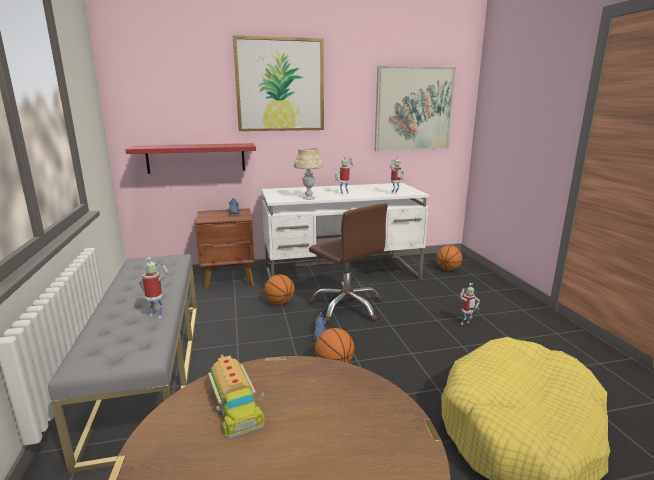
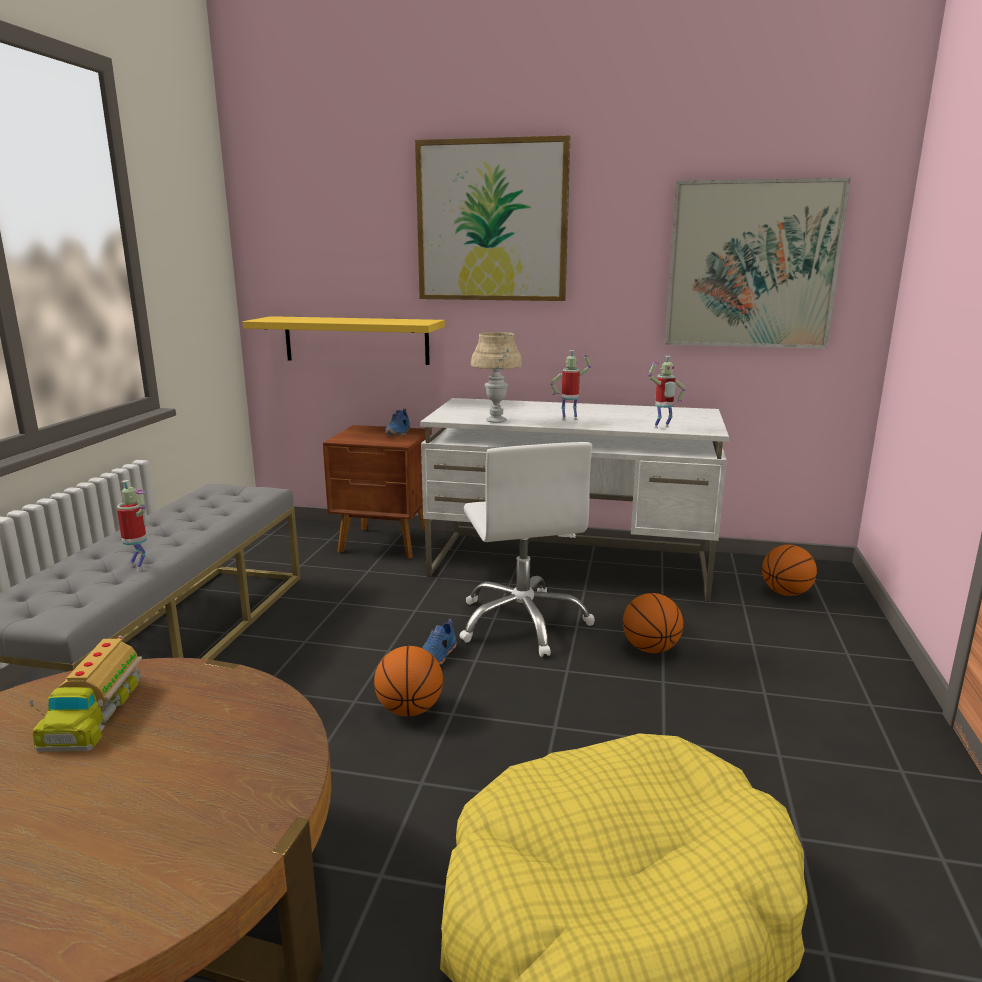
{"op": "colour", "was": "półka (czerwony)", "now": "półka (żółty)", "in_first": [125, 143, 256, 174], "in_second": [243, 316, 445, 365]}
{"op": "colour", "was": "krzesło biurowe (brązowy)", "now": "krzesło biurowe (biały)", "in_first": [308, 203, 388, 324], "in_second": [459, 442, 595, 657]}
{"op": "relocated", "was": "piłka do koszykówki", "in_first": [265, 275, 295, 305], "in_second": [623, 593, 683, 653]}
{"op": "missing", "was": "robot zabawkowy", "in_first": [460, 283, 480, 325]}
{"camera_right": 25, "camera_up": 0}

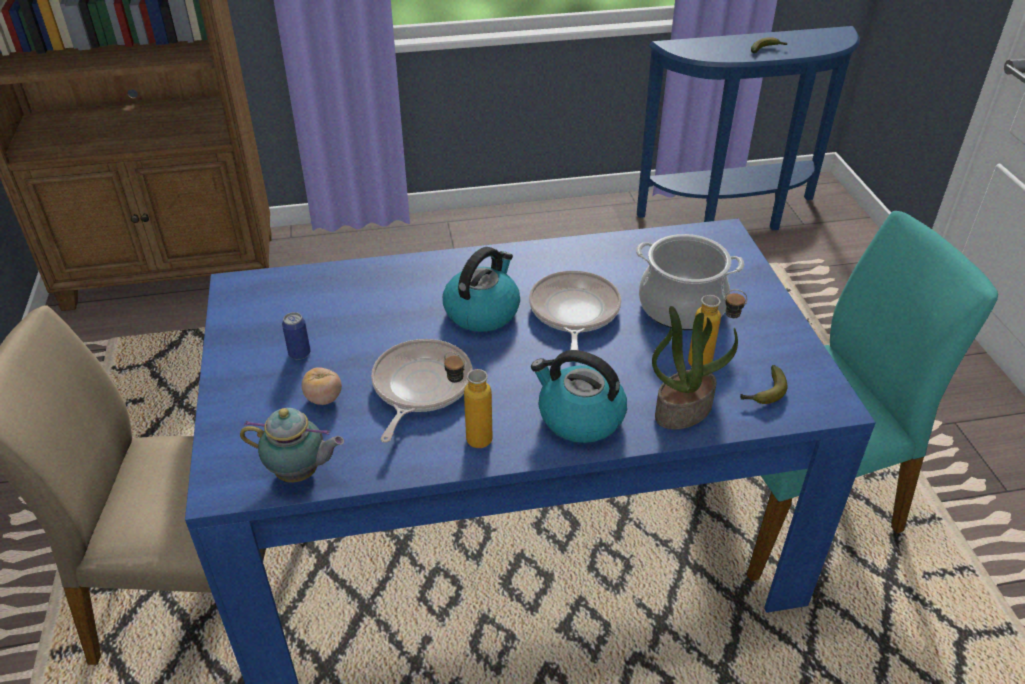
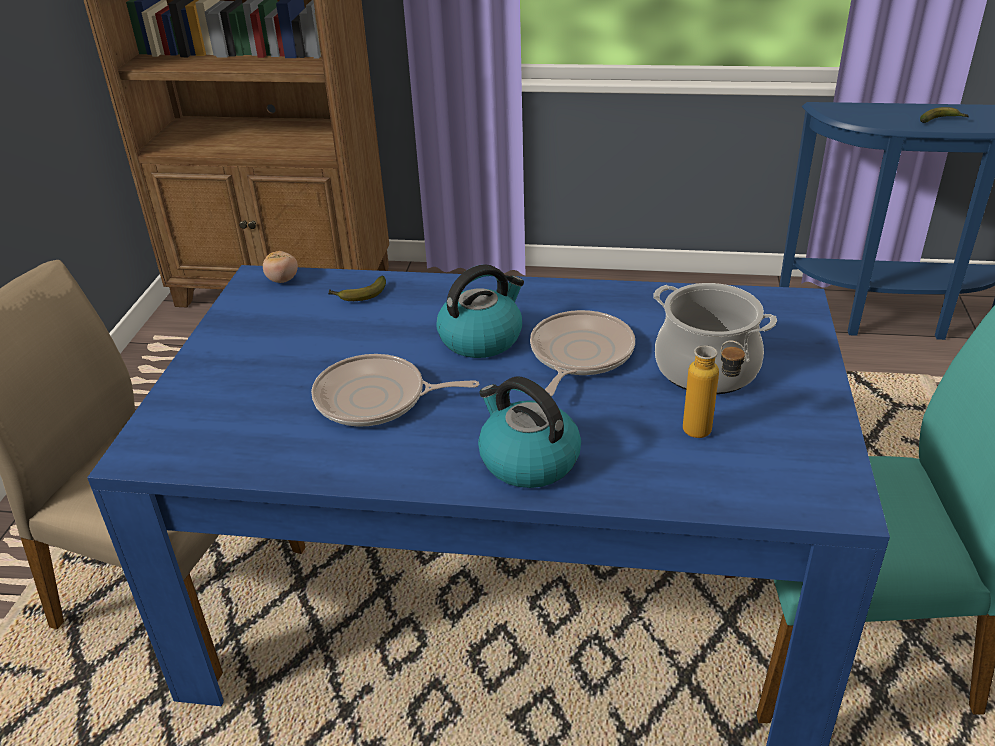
{"op": "missing", "was": "roślina doniczkowa", "in_first": [652, 306, 738, 430]}
{"op": "missing", "was": "puszka", "in_first": [282, 312, 310, 360]}
{"op": "spun", "was": "patelnia", "in_first": [371, 339, 473, 443], "in_second": [311, 354, 479, 427], "clockwise": -120}
{"op": "missing", "was": "butelka", "in_first": [444, 352, 493, 448]}
{"op": "relocated", "was": "banan", "in_first": [740, 365, 787, 404], "in_second": [328, 276, 386, 301]}
{"op": "relocated", "was": "pomidor", "in_first": [302, 367, 342, 405], "in_second": [263, 251, 298, 283]}
{"op": "missing", "was": "imbryk", "in_first": [240, 408, 344, 483]}
{"camera_right": 20, "camera_up": -5}

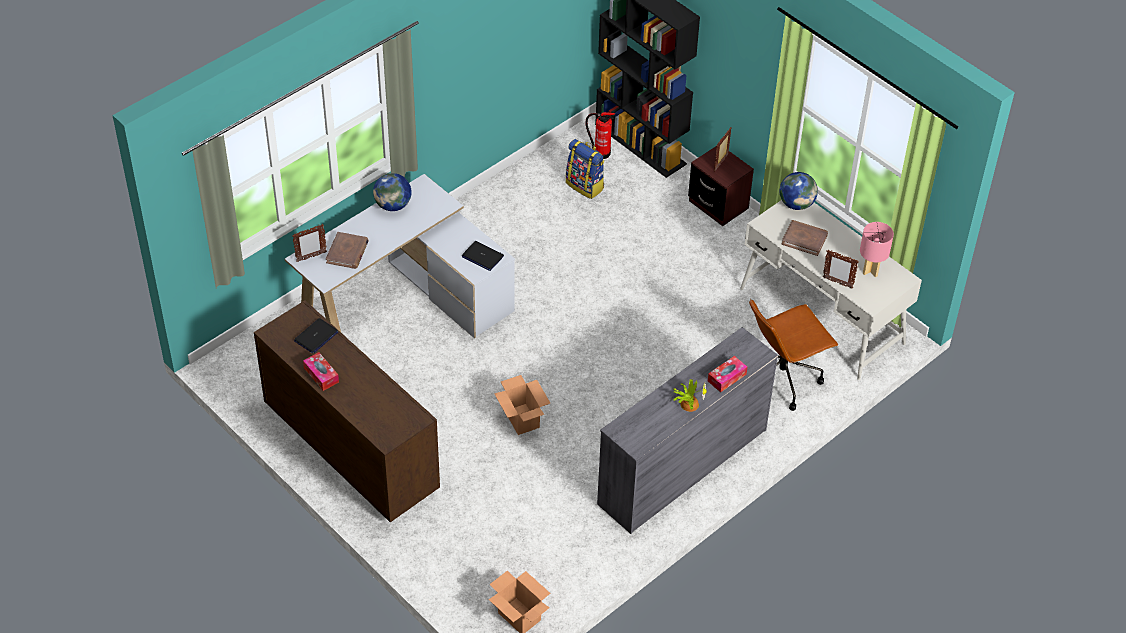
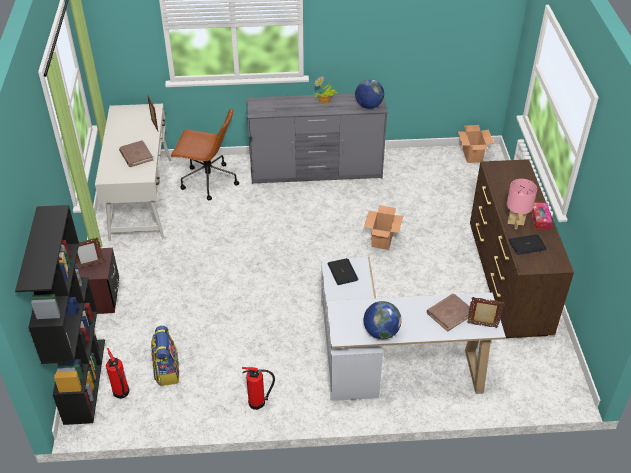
{"op": "relocated", "was": "globus", "in_first": [780, 172, 818, 210], "in_second": [355, 79, 384, 109]}
{"op": "relocated", "was": "lampa stołowa (różowy)", "in_first": [860, 222, 894, 277], "in_second": [507, 179, 537, 229]}
{"op": "missing", "was": "pudełko chusteczek", "in_first": [708, 356, 747, 392]}
{"op": "appeared", "now": "gaśnica", "in_second": [242, 367, 275, 410]}
{"camera_right": -140, "camera_up": -5}

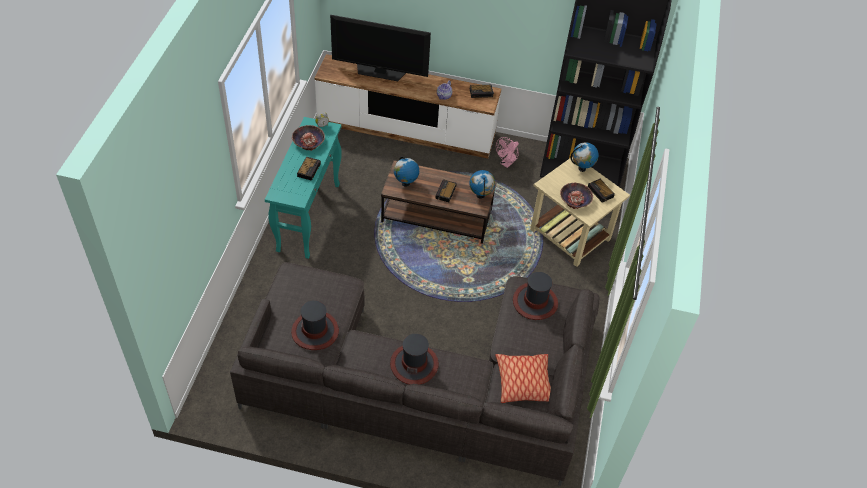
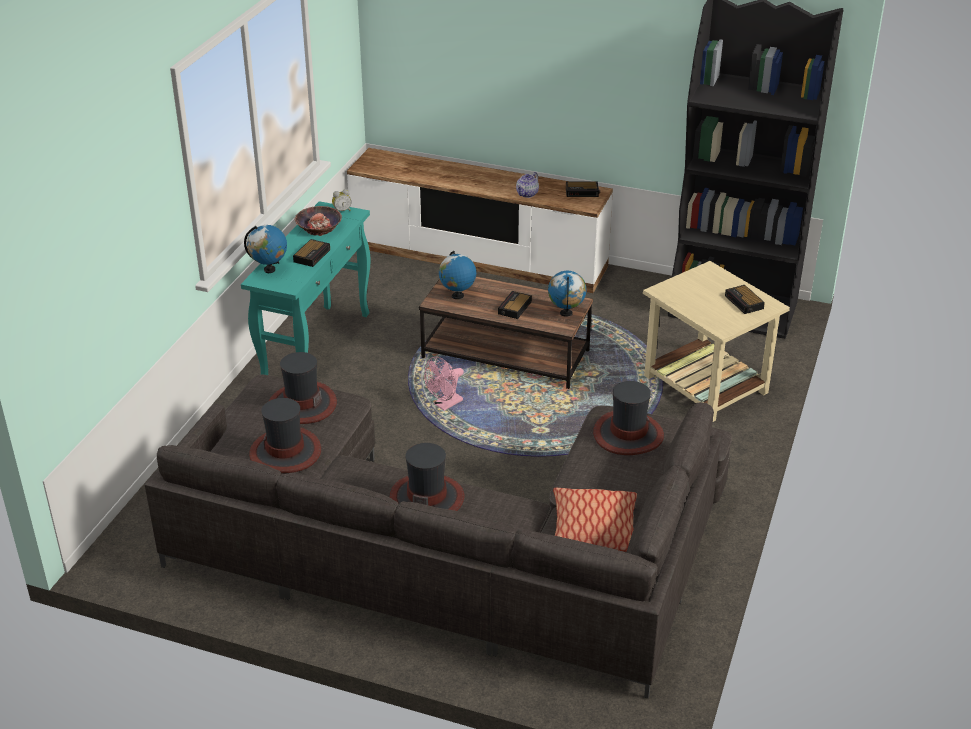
{"op": "missing", "was": "telewizor", "in_first": [330, 15, 431, 81]}
{"op": "relocated", "was": "wentylator (różowy)", "in_first": [496, 137, 519, 168], "in_second": [424, 357, 464, 411]}
{"op": "relocated", "was": "globus", "in_first": [571, 142, 599, 172], "in_second": [244, 225, 287, 273]}
{"op": "missing", "was": "miska", "in_first": [560, 183, 593, 209]}
{"op": "appeared", "now": "kapelusz", "in_second": [269, 352, 337, 424]}
{"camera_right": 10, "camera_up": -15}

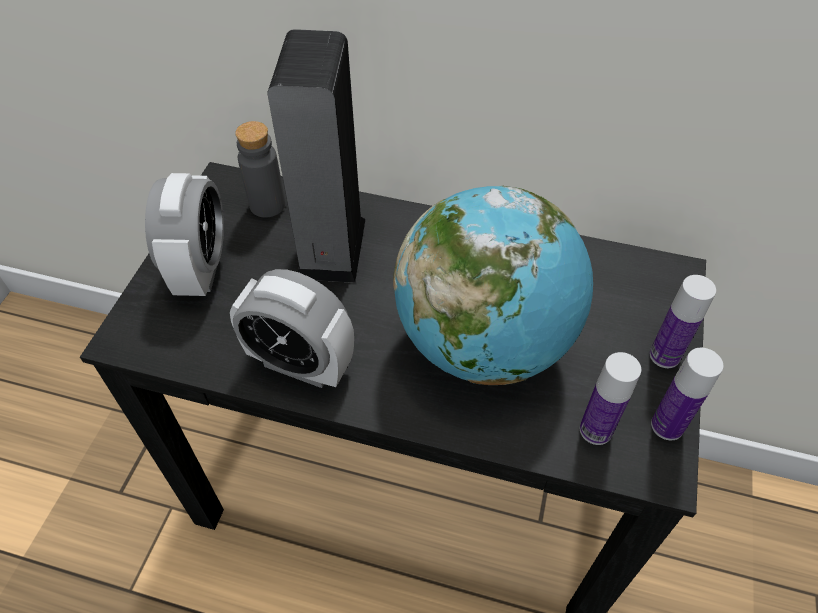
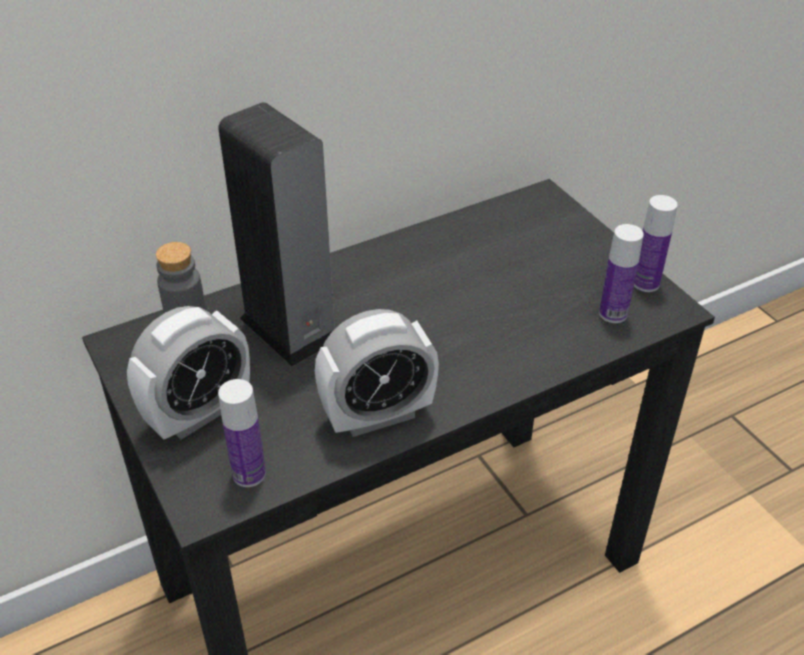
{"op": "spun", "was": "budzik", "in_first": [145, 173, 224, 296], "in_second": [127, 306, 250, 440], "clockwise": 90}
{"op": "missing", "was": "globus", "in_first": [393, 186, 593, 385]}
{"op": "relocated", "was": "butelka", "in_first": [650, 275, 716, 368], "in_second": [218, 379, 266, 487]}
{"camera_right": -45, "camera_up": -10}

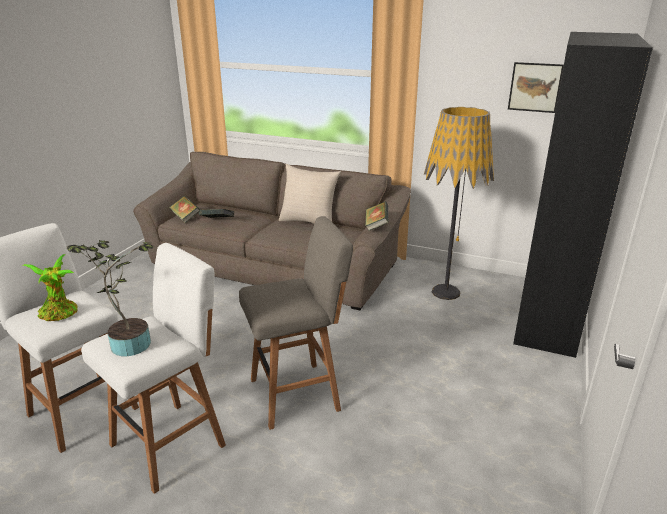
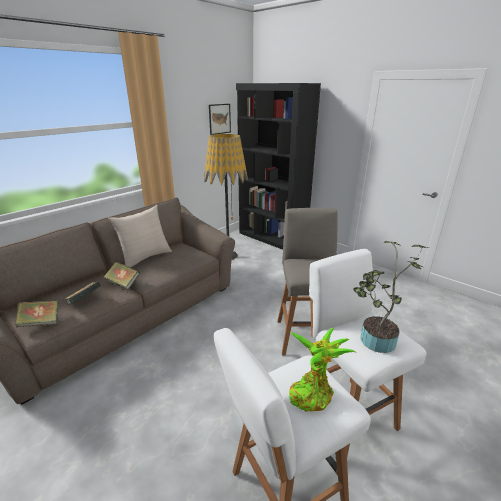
{"op": "relocated", "was": "książka", "in_first": [365, 202, 389, 231], "in_second": [104, 261, 140, 290]}
{"camera_right": -70, "camera_up": 0}

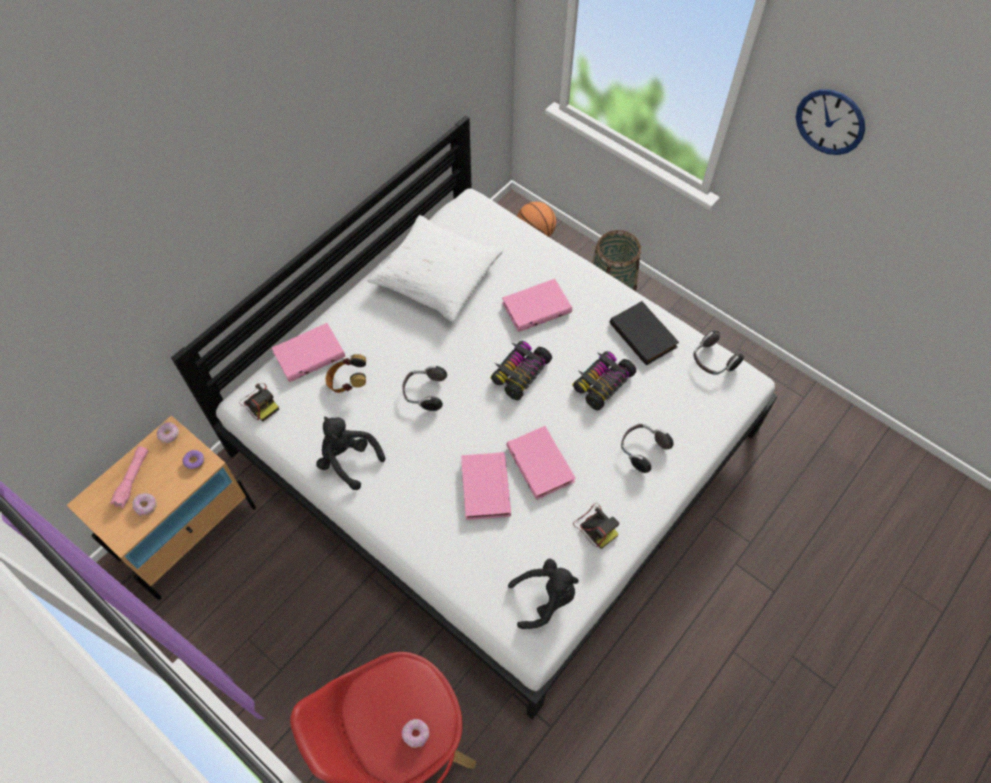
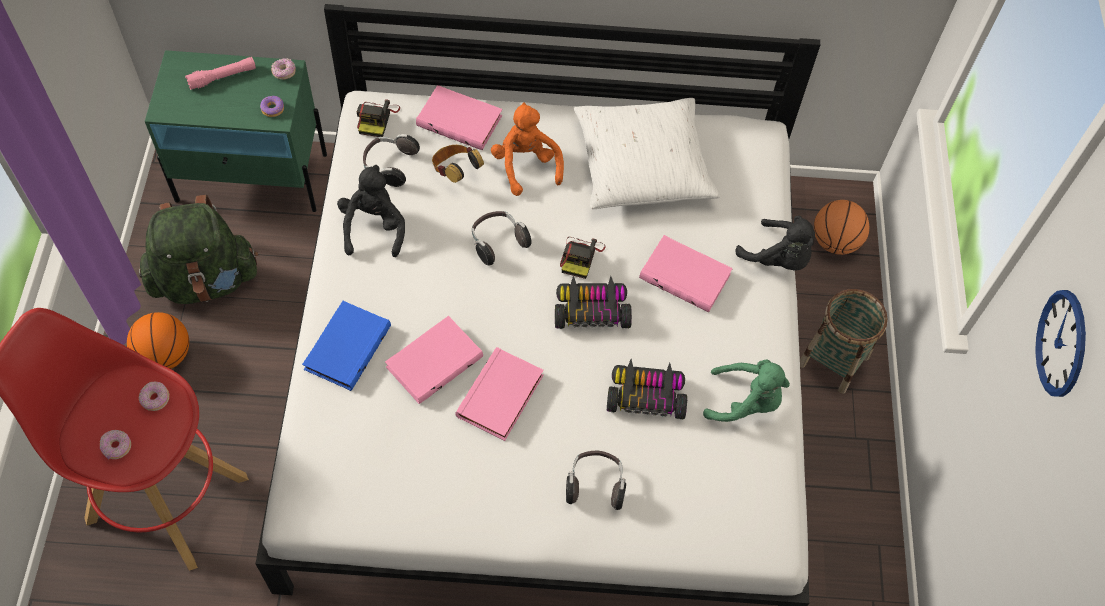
{"op": "exchanged", "was": "książka (czarny)", "now": "pluszak (zielony)", "in_first": [610, 301, 679, 366], "in_second": [703, 360, 790, 422]}
{"op": "relocated", "was": "słuchawki", "in_first": [693, 330, 744, 375], "in_second": [363, 134, 420, 187]}
{"op": "colour", "was": "szafka nocna (beżowy)", "now": "szafka nocna (zielony)", "in_first": [67, 415, 256, 600], "in_second": [145, 50, 327, 212]}
{"op": "relocated", "was": "donut", "in_first": [133, 493, 157, 516], "in_second": [139, 381, 169, 411]}
{"op": "relocated", "was": "aparat fotograficzny", "in_first": [573, 503, 620, 549], "in_second": [560, 237, 606, 279]}
{"op": "relocated", "was": "pluszak (czarny)", "in_first": [508, 559, 578, 629], "in_second": [735, 215, 815, 271]}
{"op": "appeared", "now": "pluszak (pomarańczowy)", "in_second": [491, 102, 564, 196]}
{"op": "appeared", "now": "plecak (zielony)", "in_second": [139, 195, 258, 304]}
{"op": "appeared", "now": "książka (niebieski)", "in_second": [302, 301, 391, 391]}
{"op": "appeared", "now": "piłka do koszykówki", "in_second": [127, 312, 189, 369]}
{"camera_right": 50, "camera_up": 0}

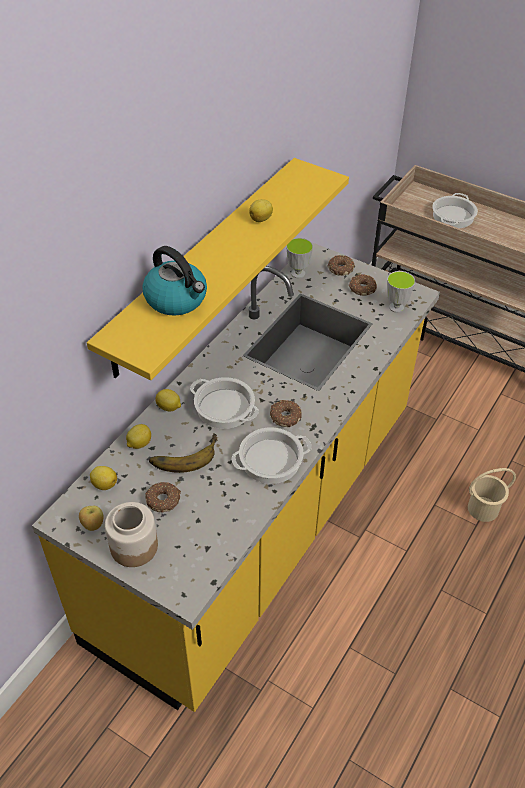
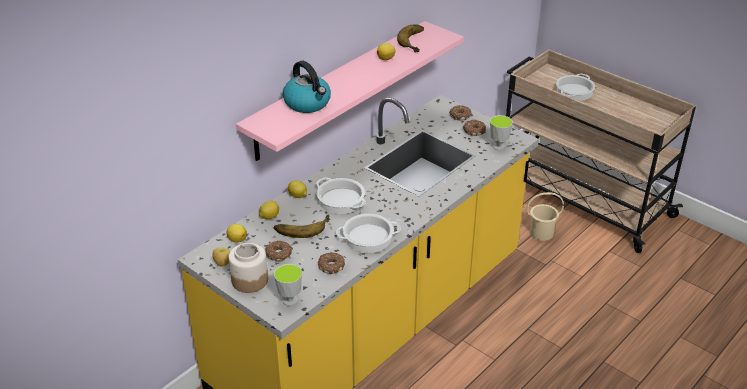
{"op": "colour", "was": "półka (żółty)", "now": "półka (różowy)", "in_first": [87, 158, 349, 380], "in_second": [236, 21, 464, 161]}
{"op": "relocated", "was": "filiżanka", "in_first": [286, 238, 313, 278], "in_second": [274, 264, 302, 306]}
{"op": "relocated", "was": "donut", "in_first": [270, 400, 302, 427], "in_second": [318, 252, 345, 274]}
{"op": "relocated", "was": "wiadro (beżowy)", "in_first": [468, 468, 516, 522], "in_second": [527, 192, 564, 241]}
{"op": "appeared", "now": "banan", "in_second": [397, 24, 424, 53]}
{"camera_right": 10, "camera_up": -10}

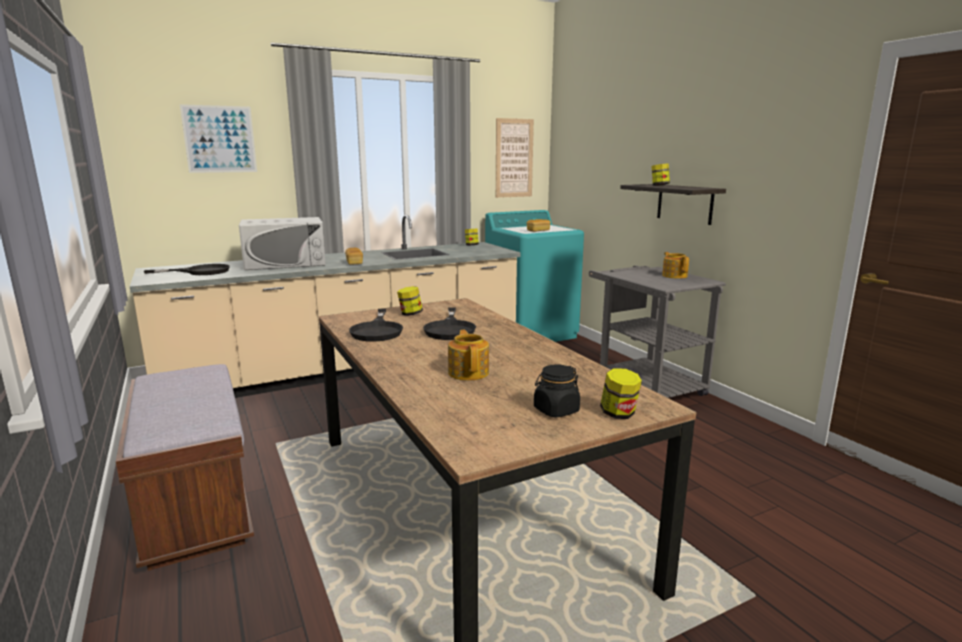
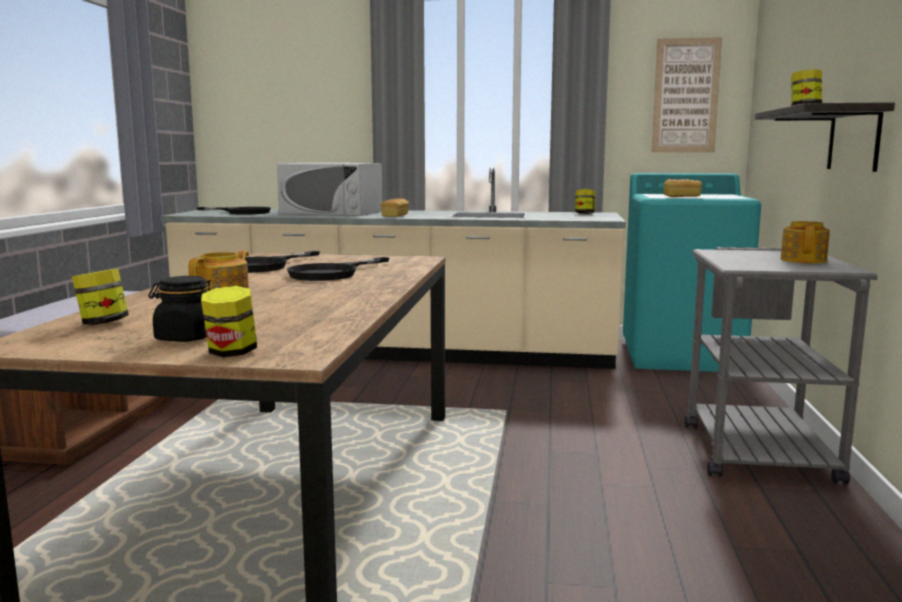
{"op": "missing", "was": "obraz", "in_first": [180, 104, 257, 173]}
{"op": "relocated", "was": "słoik", "in_first": [397, 286, 423, 316], "in_second": [72, 269, 129, 325]}
{"camera_right": 35, "camera_up": -5}

